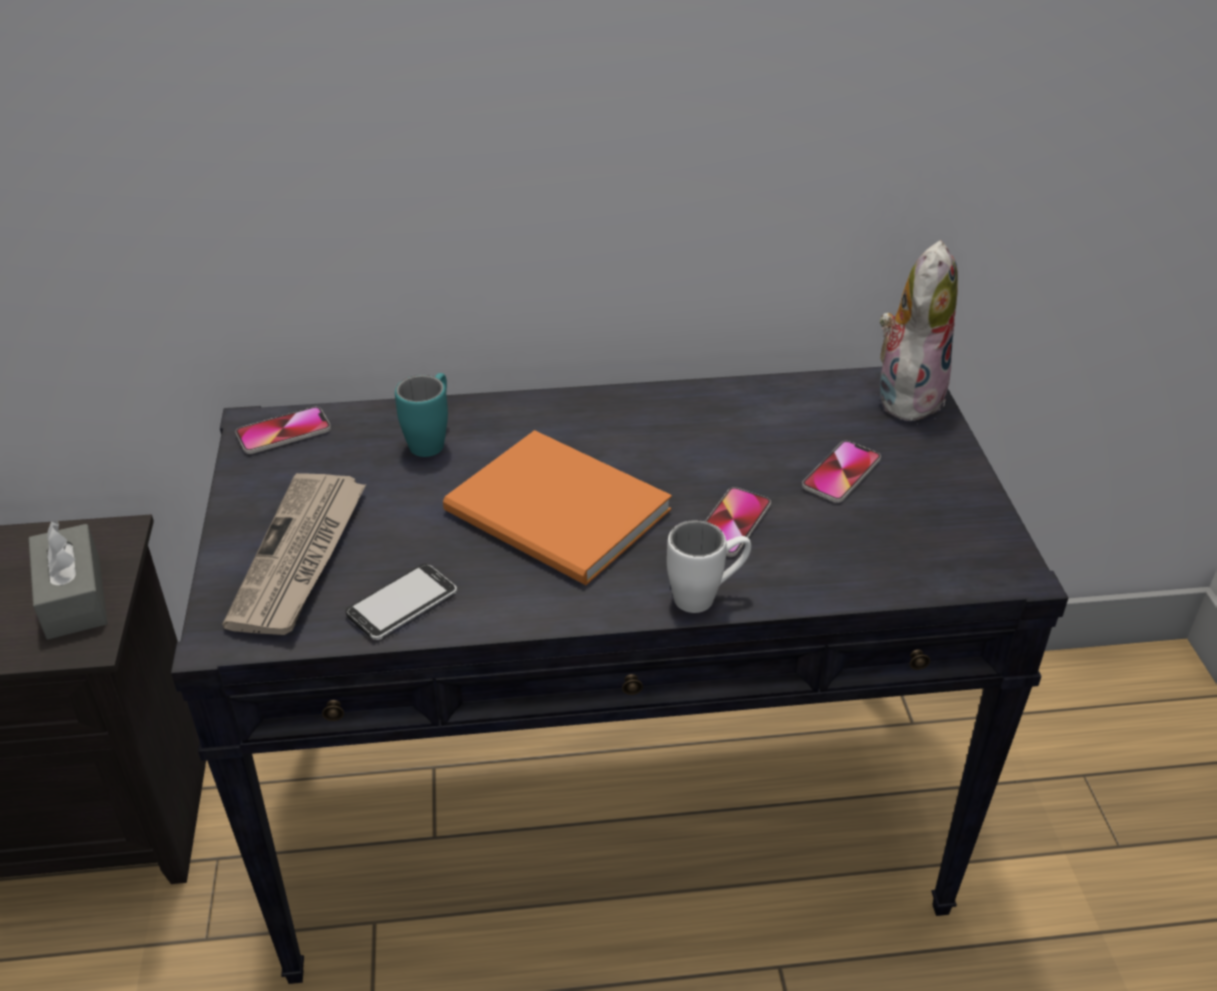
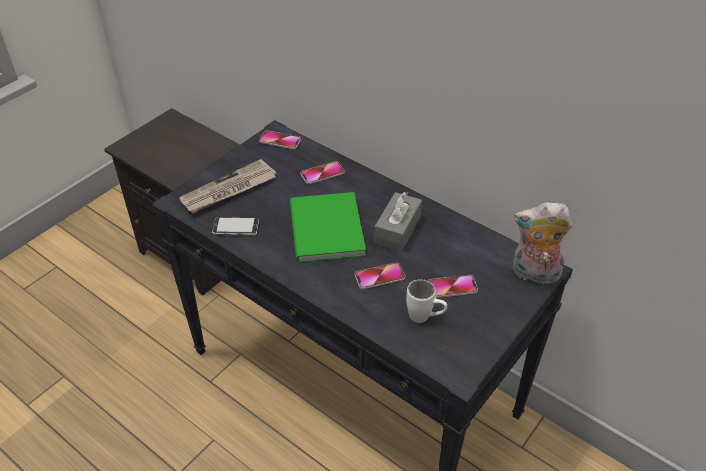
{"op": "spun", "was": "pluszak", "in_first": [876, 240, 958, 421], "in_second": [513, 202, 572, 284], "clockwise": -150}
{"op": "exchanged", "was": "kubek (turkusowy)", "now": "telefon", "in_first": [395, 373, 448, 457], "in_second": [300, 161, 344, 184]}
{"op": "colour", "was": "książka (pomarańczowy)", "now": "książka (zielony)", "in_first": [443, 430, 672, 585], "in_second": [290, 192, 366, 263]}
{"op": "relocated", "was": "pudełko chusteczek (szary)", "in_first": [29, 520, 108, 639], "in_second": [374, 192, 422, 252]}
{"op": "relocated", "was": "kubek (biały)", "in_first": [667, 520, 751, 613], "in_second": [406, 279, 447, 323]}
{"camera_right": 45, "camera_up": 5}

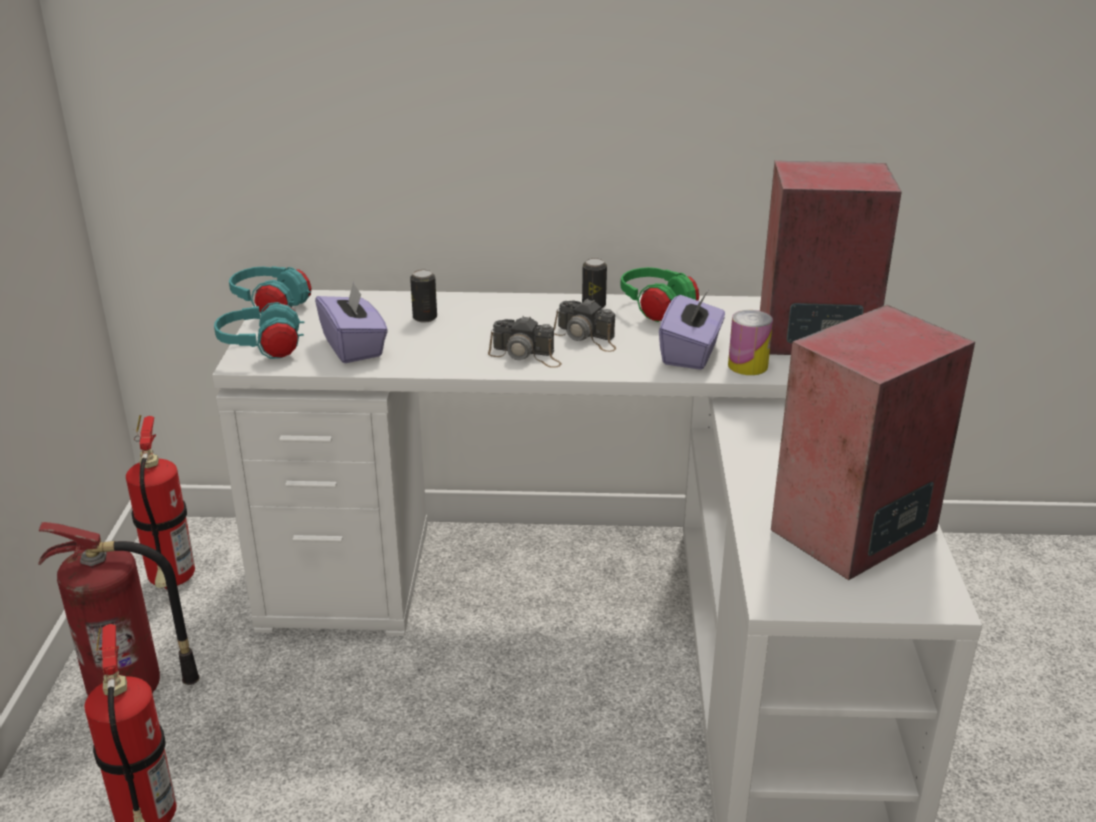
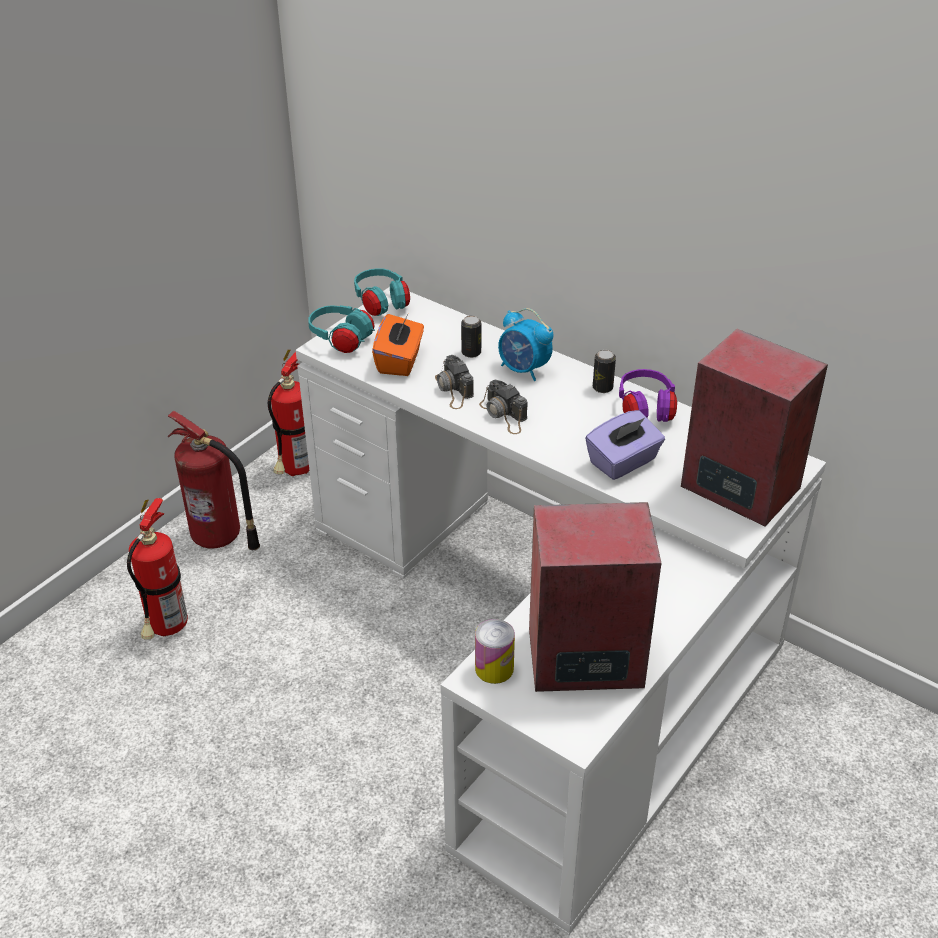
{"op": "colour", "was": "słuchawki (zielony)", "now": "słuchawki (fioletowy)", "in_first": [620, 267, 699, 322], "in_second": [619, 369, 677, 422]}
{"op": "colour", "was": "pudełko chusteczek (fioletowy)", "now": "pudełko chusteczek (pomarańczowy)", "in_first": [315, 281, 388, 363], "in_second": [372, 314, 424, 376]}
{"op": "relocated", "was": "aparat fotograficzny", "in_first": [554, 298, 616, 352], "in_second": [435, 355, 474, 409]}
{"op": "relocated", "was": "puszka", "in_first": [728, 310, 773, 375], "in_second": [475, 619, 515, 684]}
{"op": "appeared", "now": "budzik", "in_second": [498, 308, 554, 381]}
{"camera_right": 35, "camera_up": 10}

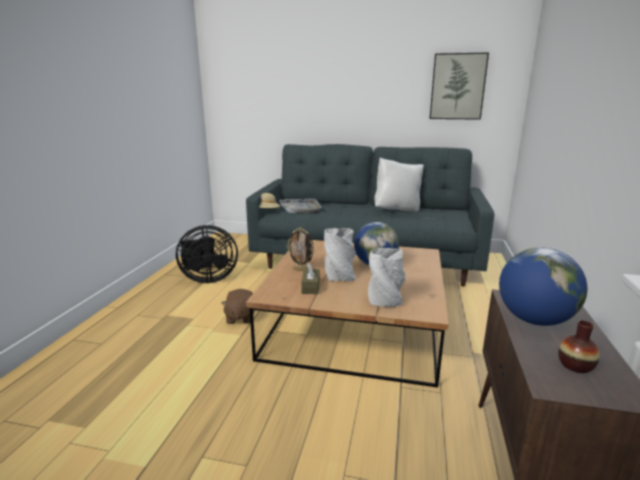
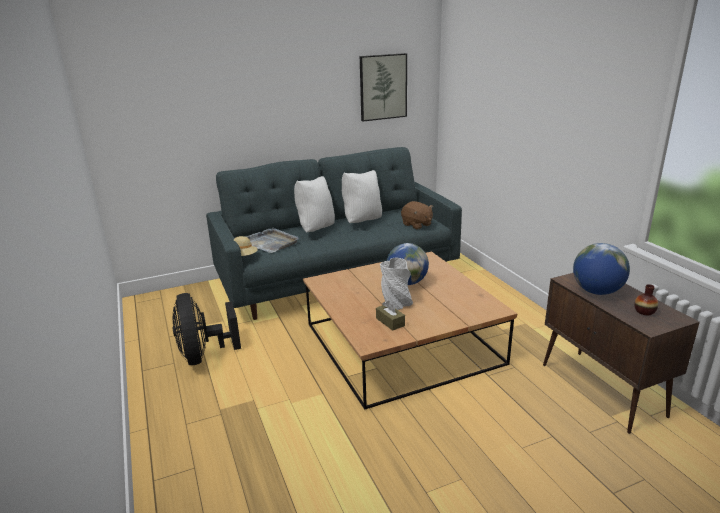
{"op": "spun", "was": "wentylator (czarny)", "in_first": [176, 225, 238, 283], "in_second": [173, 293, 241, 365], "clockwise": 120}
{"op": "missing", "was": "ramka na zdjęcie", "in_first": [286, 227, 315, 271]}
{"op": "missing", "was": "wazon (szary)", "in_first": [368, 248, 405, 307]}
{"op": "relocated", "was": "pluszak (brązowy)", "in_first": [221, 289, 255, 324], "in_second": [401, 201, 433, 229]}
{"op": "appeared", "now": "poduszka (biały)", "in_second": [294, 176, 335, 232]}
{"camera_right": -35, "camera_up": 5}

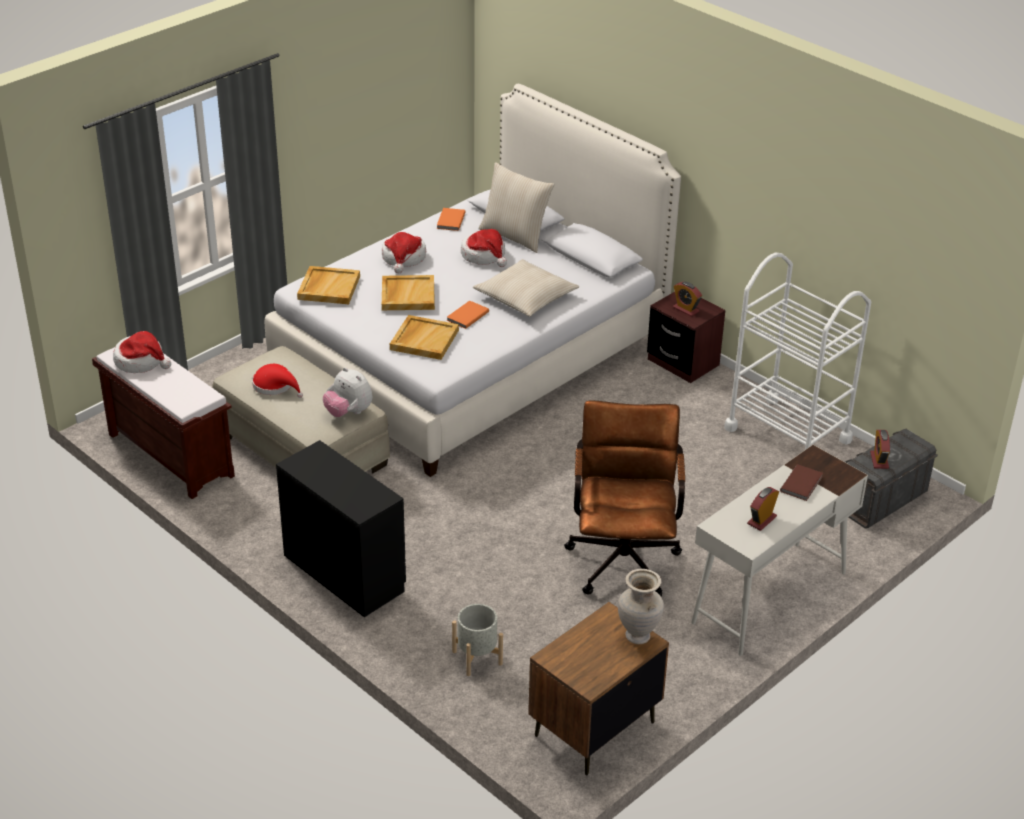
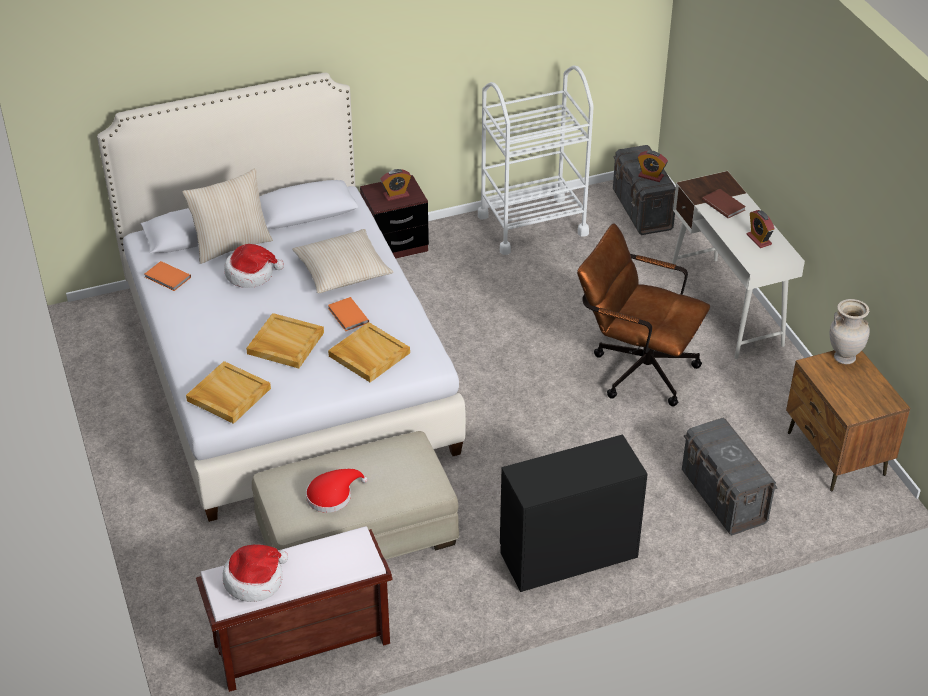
{"op": "missing", "was": "kapelusz", "in_first": [382, 232, 426, 273]}
{"op": "missing", "was": "pluszak", "in_first": [323, 367, 372, 417]}
{"op": "exchanged", "was": "donica (szary)", "now": "pojemnik do przechowywania (szary)", "in_first": [452, 604, 503, 676], "in_second": [682, 418, 778, 535]}
{"camera_right": -65, "camera_up": 5}

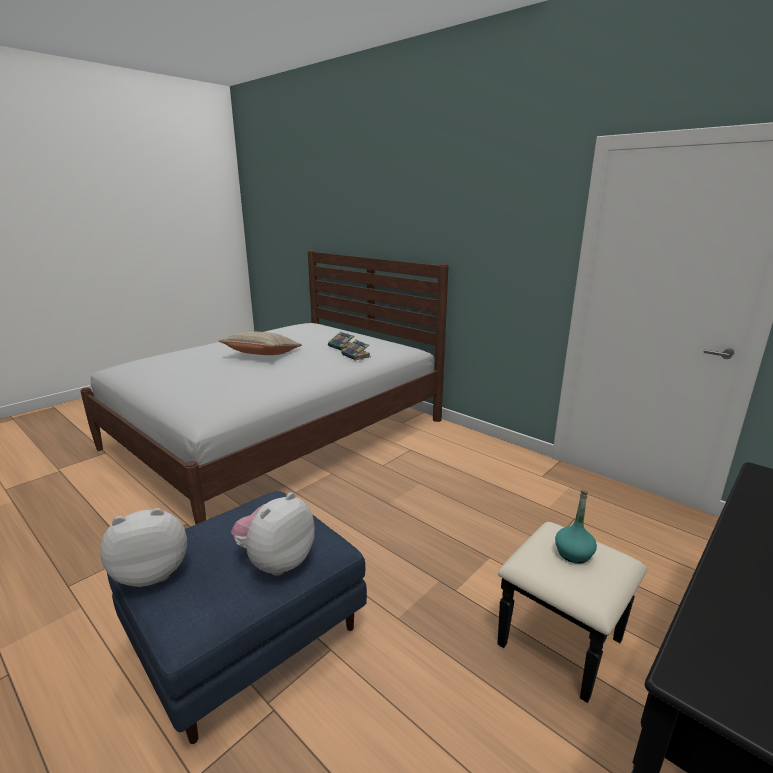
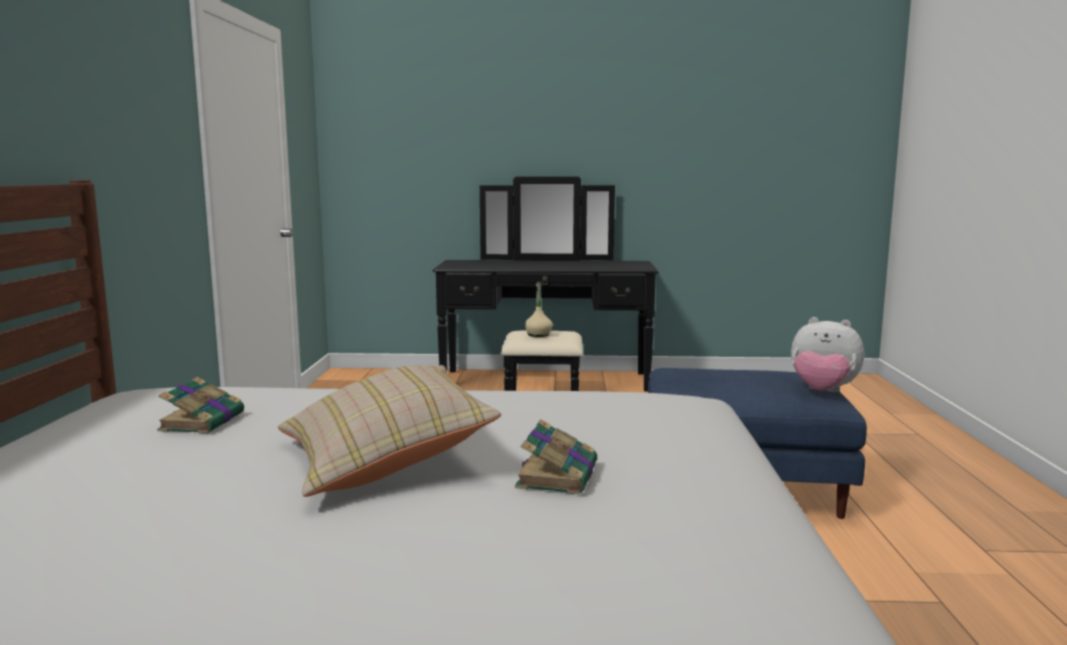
{"op": "relocated", "was": "książka", "in_first": [342, 340, 371, 361], "in_second": [515, 419, 597, 494]}
{"op": "colour", "was": "butelka (turkusowy)", "now": "butelka (beżowy)", "in_first": [555, 490, 597, 564], "in_second": [525, 282, 553, 337]}
{"op": "missing", "was": "pluszak", "in_first": [231, 492, 315, 576]}
{"camera_right": -130, "camera_up": -10}

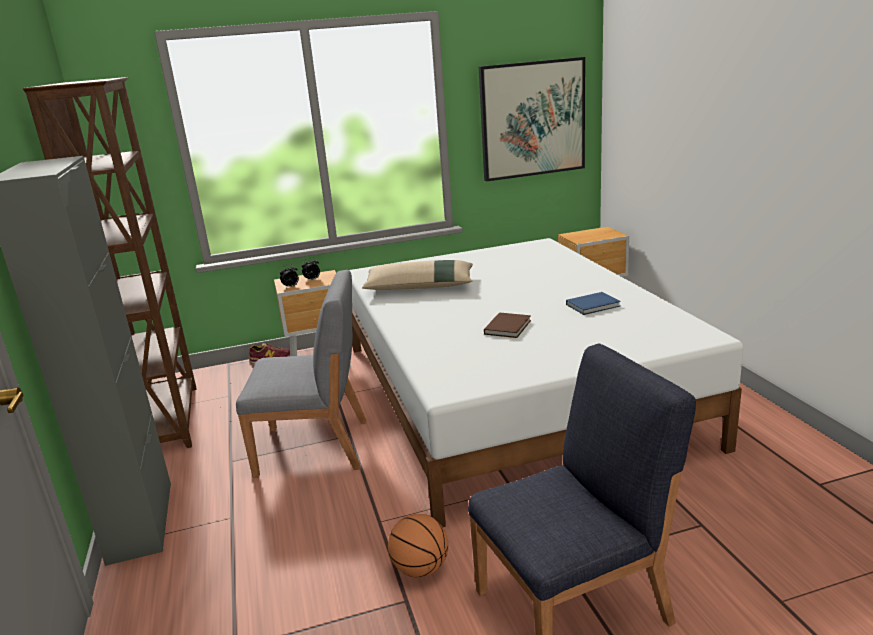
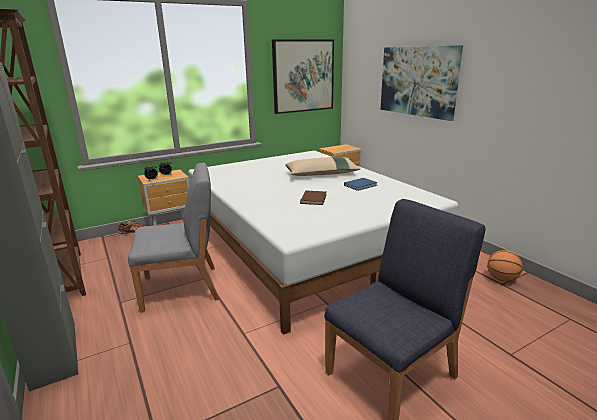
{"op": "relocated", "was": "poduszka (beżowy)", "in_first": [362, 260, 473, 290], "in_second": [285, 157, 361, 176]}
{"op": "relocated", "was": "piłka do koszykówki", "in_first": [388, 514, 448, 577], "in_second": [487, 250, 523, 282]}
{"op": "appeared", "now": "obraz", "in_second": [380, 45, 463, 121]}
{"camera_right": -15, "camera_up": 0}

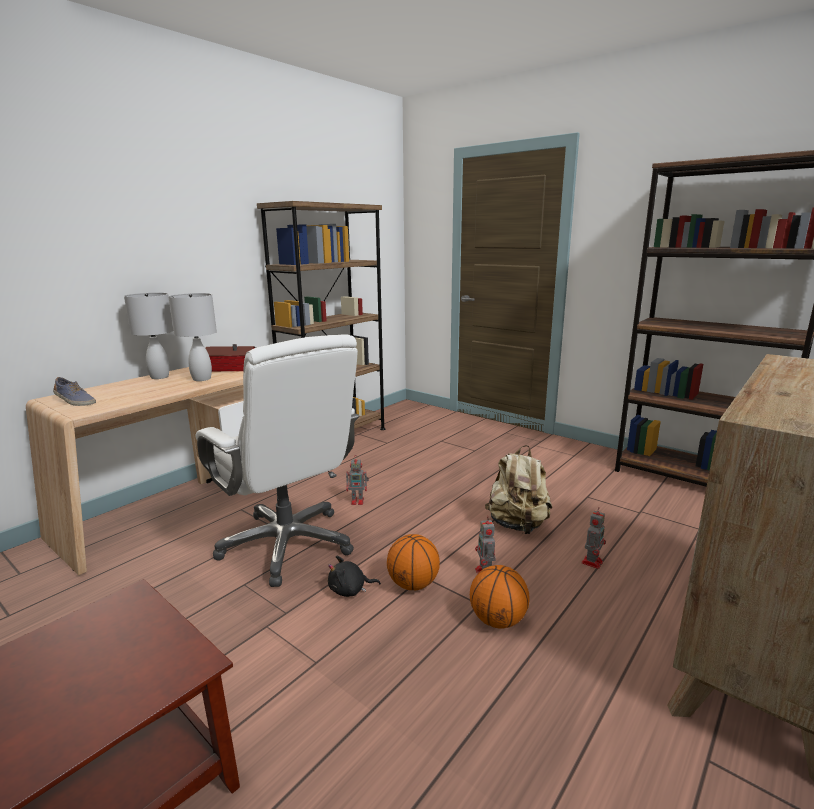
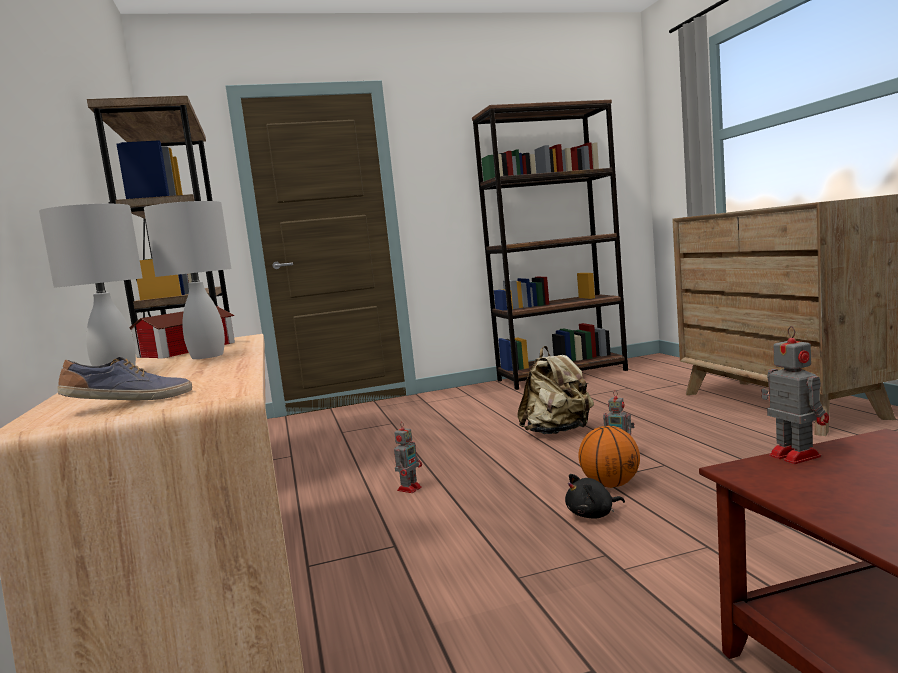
{"op": "missing", "was": "krzesło biurowe (biały)", "in_first": [195, 334, 359, 587]}
{"op": "relocated", "was": "robot zabawkowy", "in_first": [581, 507, 606, 569], "in_second": [761, 326, 829, 464]}
{"op": "spun", "was": "pluszak (czarny)", "in_first": [328, 556, 381, 597], "in_second": [565, 474, 625, 519], "clockwise": 45}
{"op": "missing", "was": "piłka do koszykówki", "in_first": [470, 565, 530, 629]}
{"camera_right": -55, "camera_up": -10}

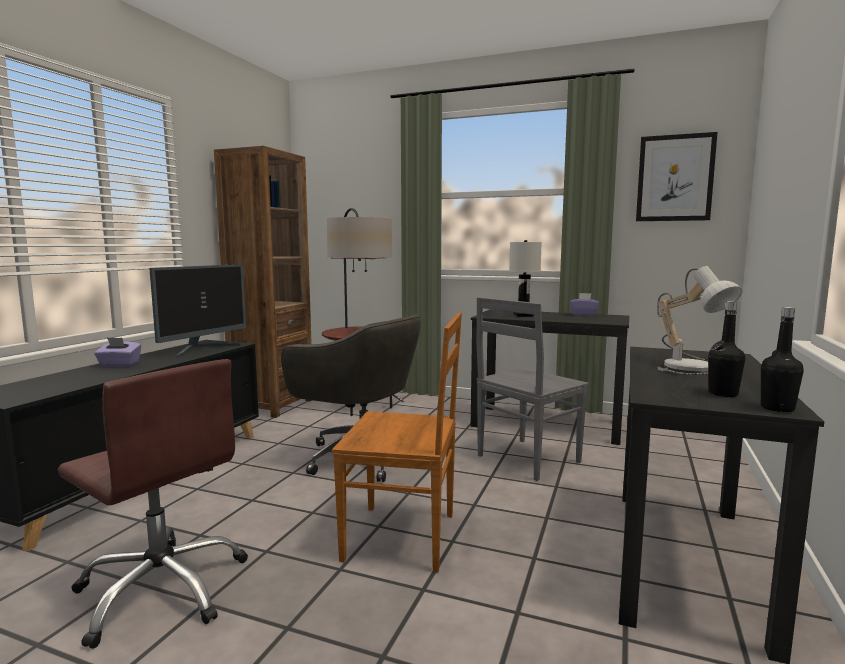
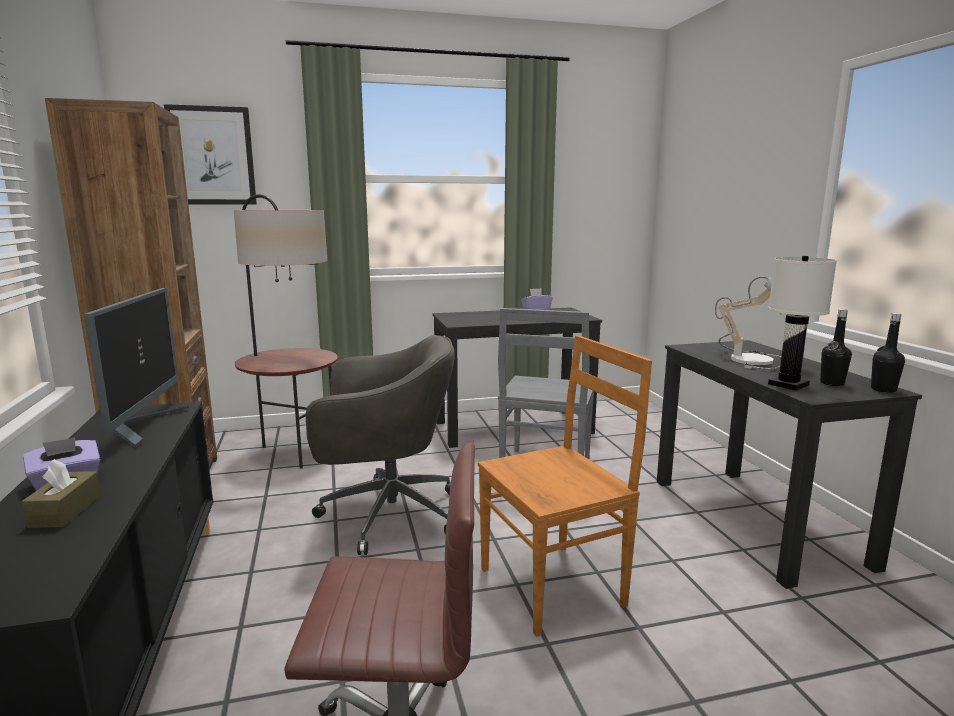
{"op": "relocated", "was": "obraz", "in_first": [636, 132, 717, 221], "in_second": [164, 104, 257, 204]}
{"op": "relocated", "was": "lampa stołowa (biały)", "in_first": [509, 240, 542, 317], "in_second": [768, 256, 837, 391]}
{"op": "appeared", "now": "pudełko chusteczek (brązowy)", "in_second": [22, 459, 101, 528]}
{"camera_right": -35, "camera_up": 5}

